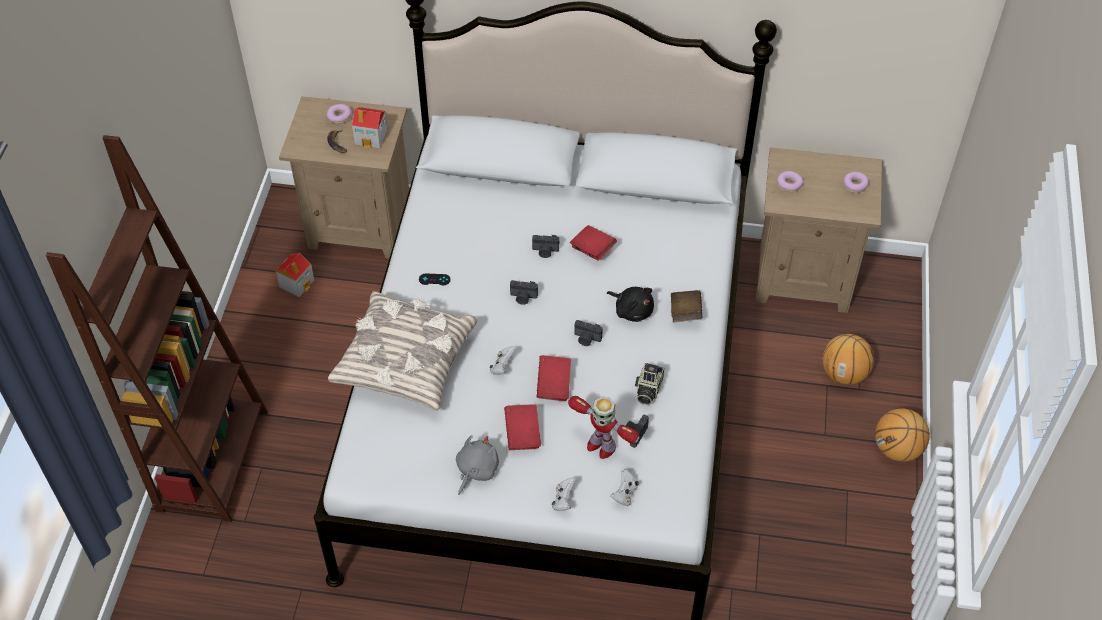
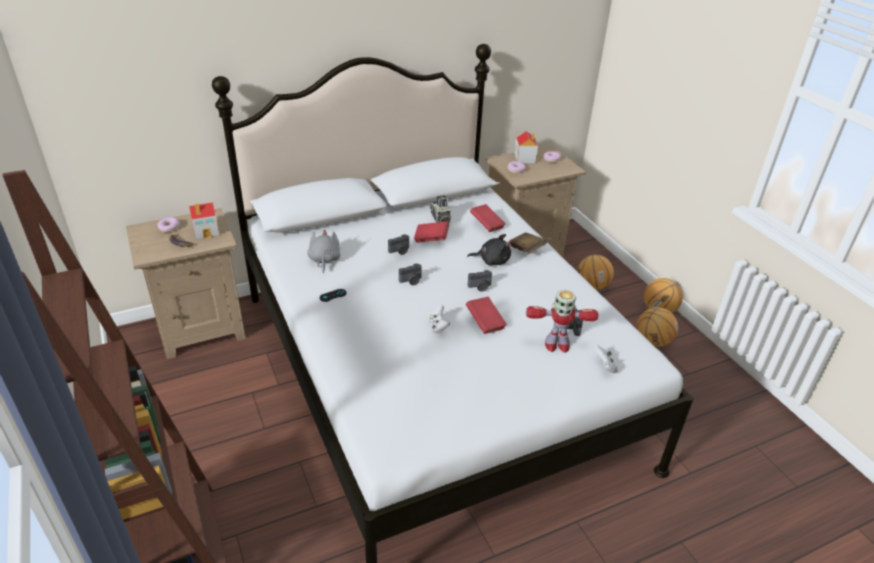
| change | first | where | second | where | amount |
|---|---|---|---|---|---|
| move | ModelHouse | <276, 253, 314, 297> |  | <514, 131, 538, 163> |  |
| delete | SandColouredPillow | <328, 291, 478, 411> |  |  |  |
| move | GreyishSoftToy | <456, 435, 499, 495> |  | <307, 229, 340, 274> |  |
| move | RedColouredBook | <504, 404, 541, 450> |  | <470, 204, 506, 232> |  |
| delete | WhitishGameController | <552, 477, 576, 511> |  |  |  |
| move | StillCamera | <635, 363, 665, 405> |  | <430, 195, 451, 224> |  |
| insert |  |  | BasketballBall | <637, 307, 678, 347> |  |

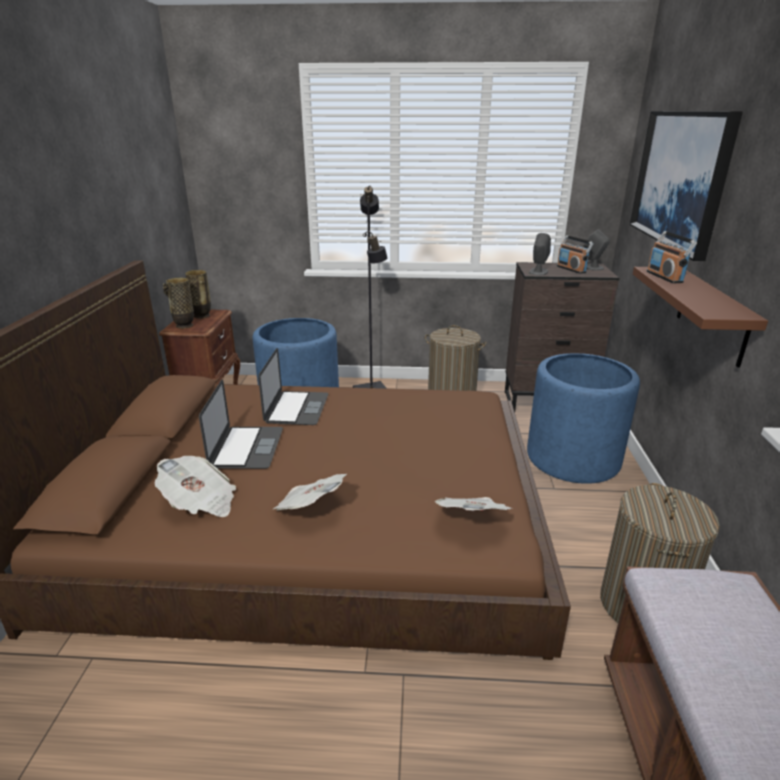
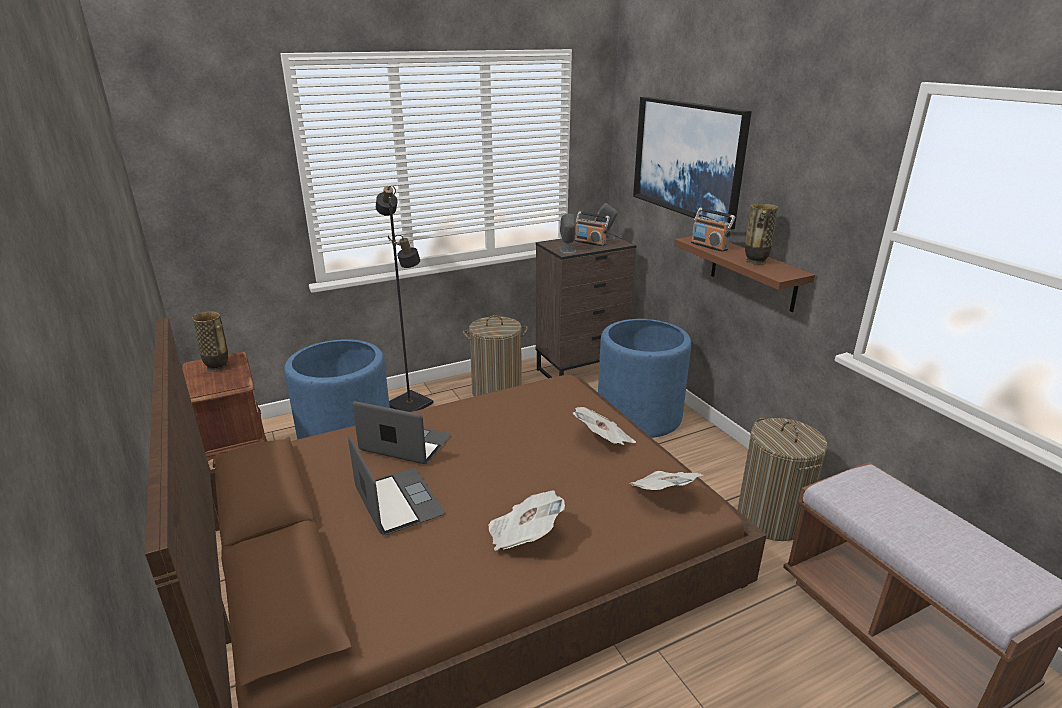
| change | first | where | second | where | amount |
|---|---|---|---|---|---|
| move | DailyPaper | <154, 456, 236, 517> |  | <573, 407, 636, 445> |  |
| move | Vase | <163, 278, 194, 329> |  | <745, 204, 778, 265> |  |
| rotate | PortableComputer | <258, 348, 328, 425> |  | <352, 401, 451, 464> | 45 degrees counterclockwise |

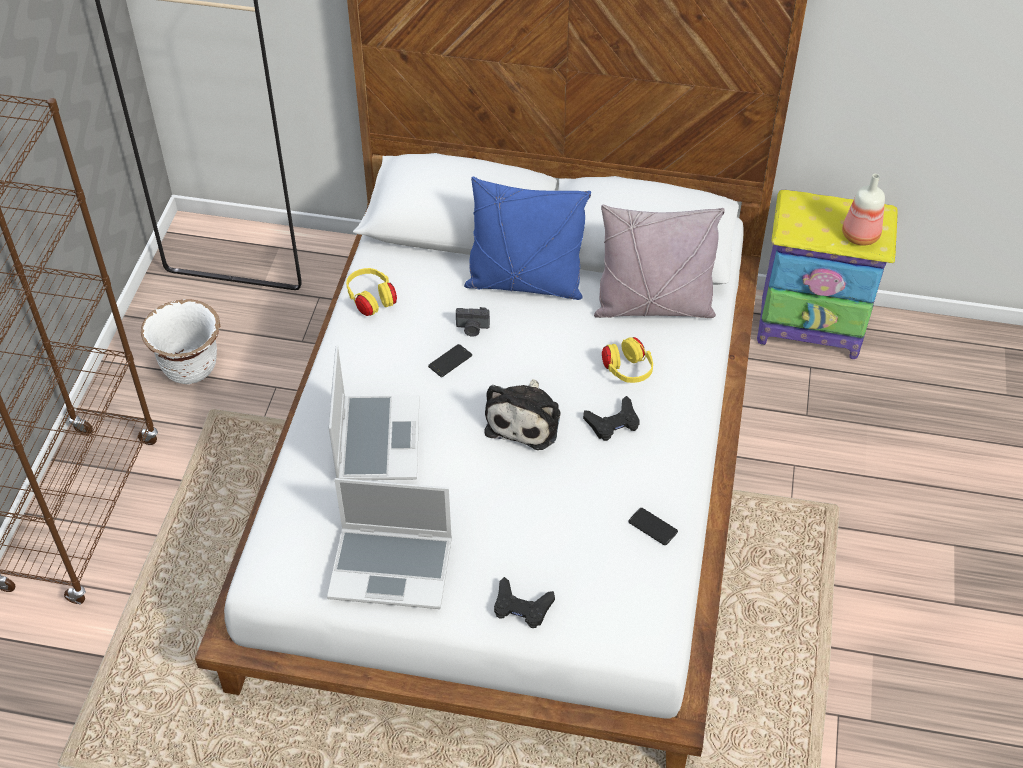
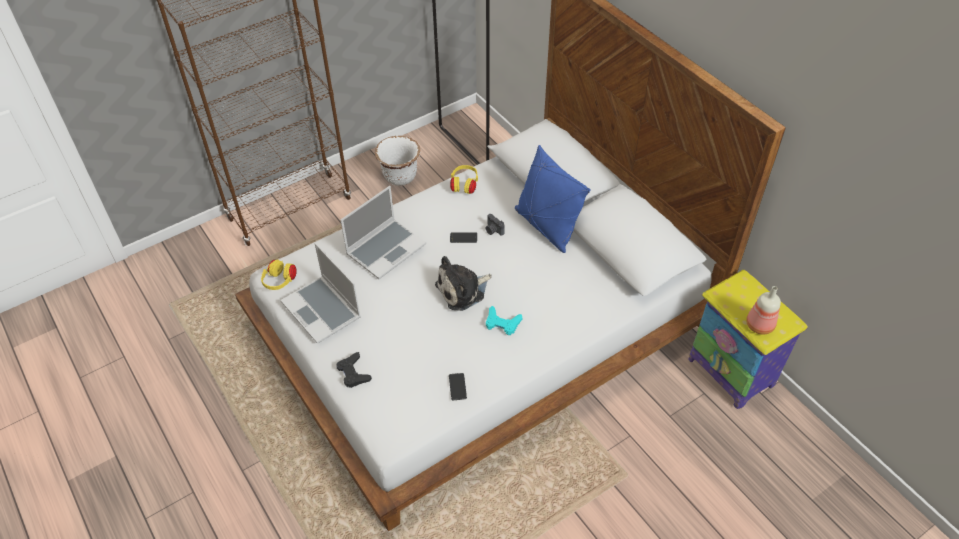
| change | first | where | second | where | amount |
|---|---|---|---|---|---|
| recolor | BlackishGameController | <583, 396, 640, 441> | BlueGreenGameController | <486, 306, 522, 335> |  |
| delete | PurplishPillow | <594, 205, 725, 318> |  |  |  |
| move | YellowColouredHeadphones | <602, 337, 653, 383> |  | <261, 260, 297, 290> |  |

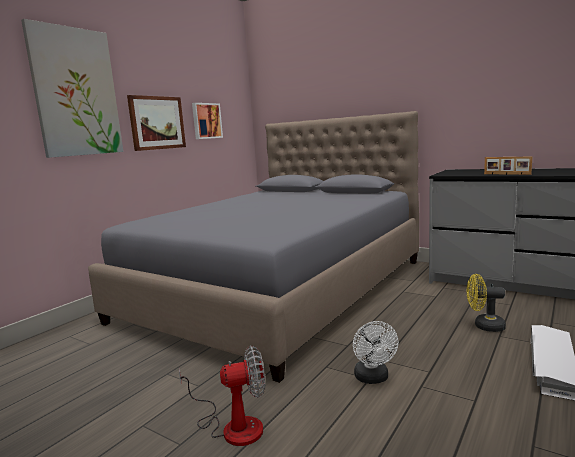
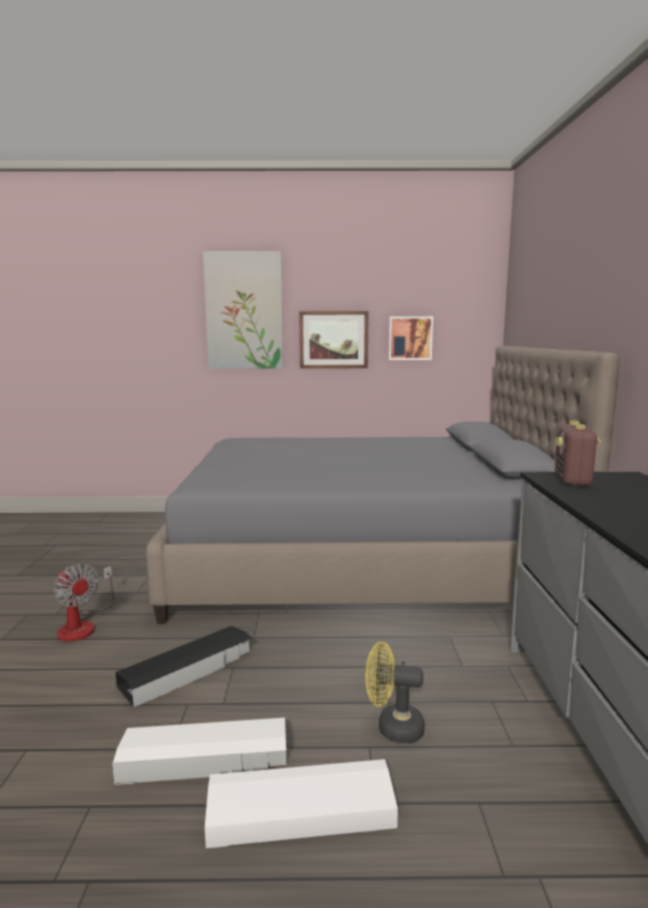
| change | first | where | second | where | amount |
|---|---|---|---|---|---|
| replace | WhitishCoolingFan | <353, 321, 399, 384> | BlackishStorageBin | <115, 626, 252, 708> |  |
| rotate | YellowColouredCoolingFan | <467, 274, 506, 332> |  | <365, 642, 425, 743> | 60 degrees counterclockwise |
| delete | PictureFrame | <484, 157, 532, 175> |  |  |  |
| insert |  |  | WhitishStorageBin | <112, 718, 286, 785> |  |
| insert |  |  | Radio | <554, 420, 601, 486> |  |

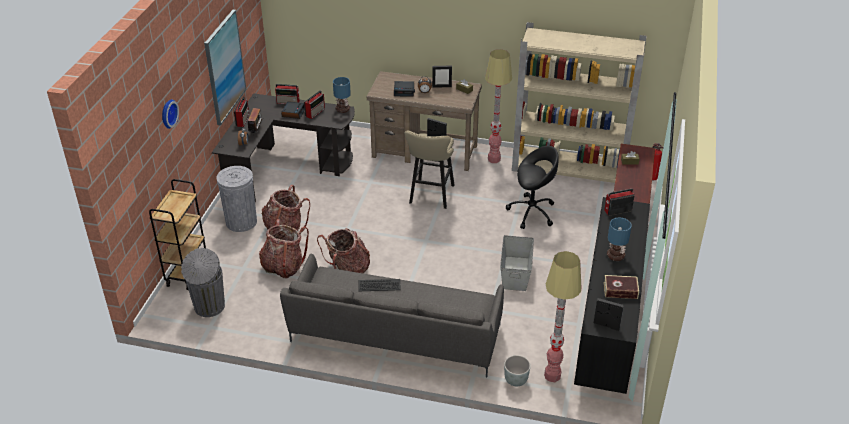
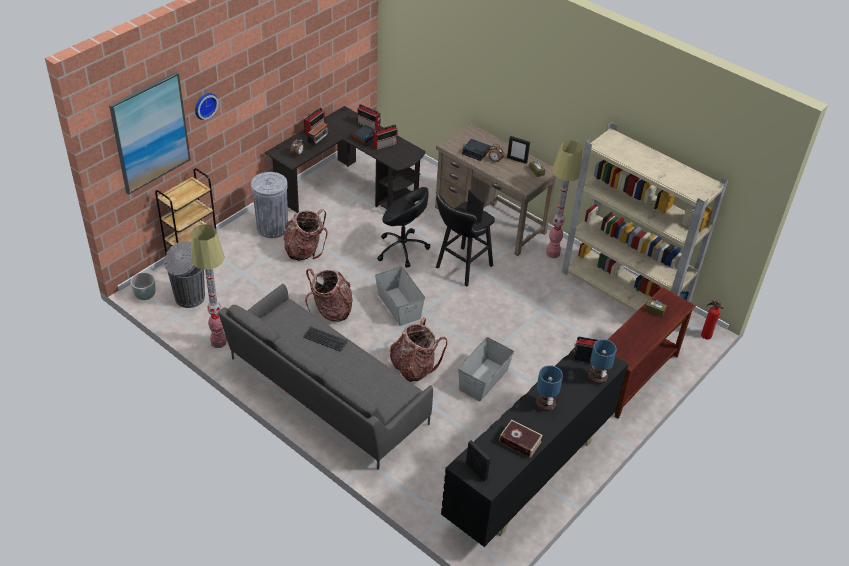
| change | first | where | second | where | amount |
|---|---|---|---|---|---|
| move | WallArt | <204, 10, 246, 125> |  | <109, 72, 191, 195> |  |
| move | Knapsack | <259, 219, 309, 279> |  | <390, 318, 447, 382> |  |
| move | TableLamp | <333, 77, 351, 113> |  | <588, 339, 617, 384> |  |
| recolor | SandColouredSittingStool | <405, 130, 455, 209> | BlackishSittingStool | <436, 195, 495, 287> |  |
| move | GreyishPlanter | <504, 355, 531, 386> |  | <130, 272, 156, 300> |  |
| move | BlackishComputerChair | <506, 146, 559, 229> |  | <377, 187, 430, 268> |  |
| move | FloorLamp | <544, 251, 581, 382> |  | <191, 224, 227, 348> |  |
| insert |  |  | GreyishStorageBin | <375, 266, 425, 326> |  |

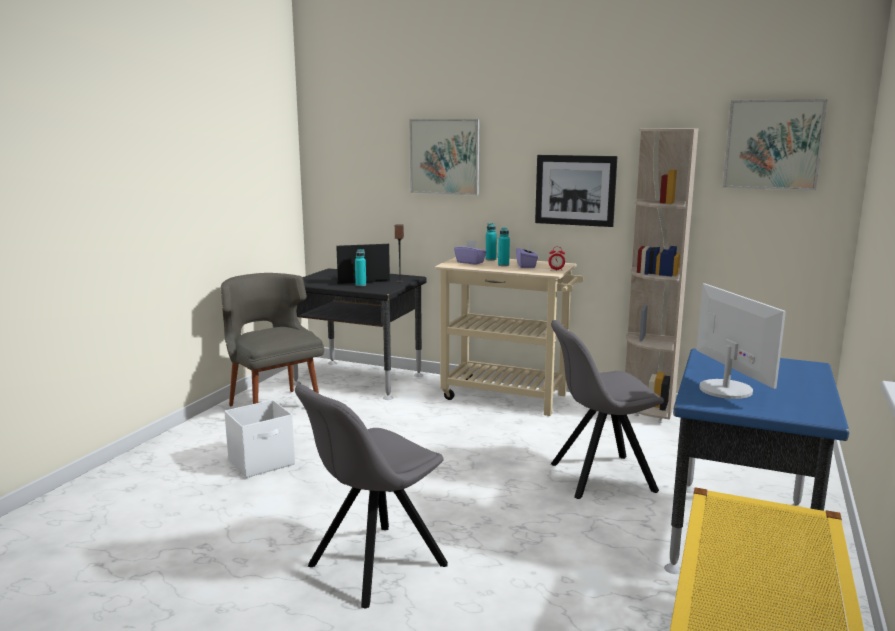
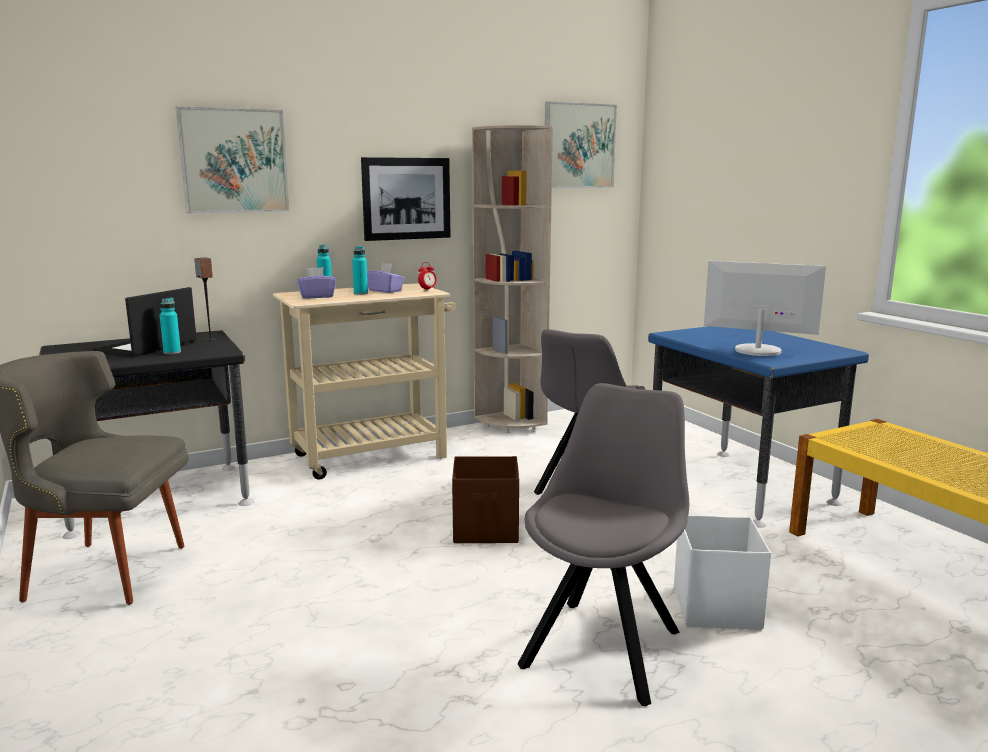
| change | first | where | second | where | amount |
|---|---|---|---|---|---|
| move | WhitishStorageBin | <224, 400, 295, 478> |  | <674, 515, 771, 630> |  |
| rotate | GreyishPlainChair | <295, 384, 448, 608> |  | <518, 383, 689, 706> | 150 degrees counterclockwise |
| insert |  |  | BrownStorageBin | <452, 456, 519, 543> |  |

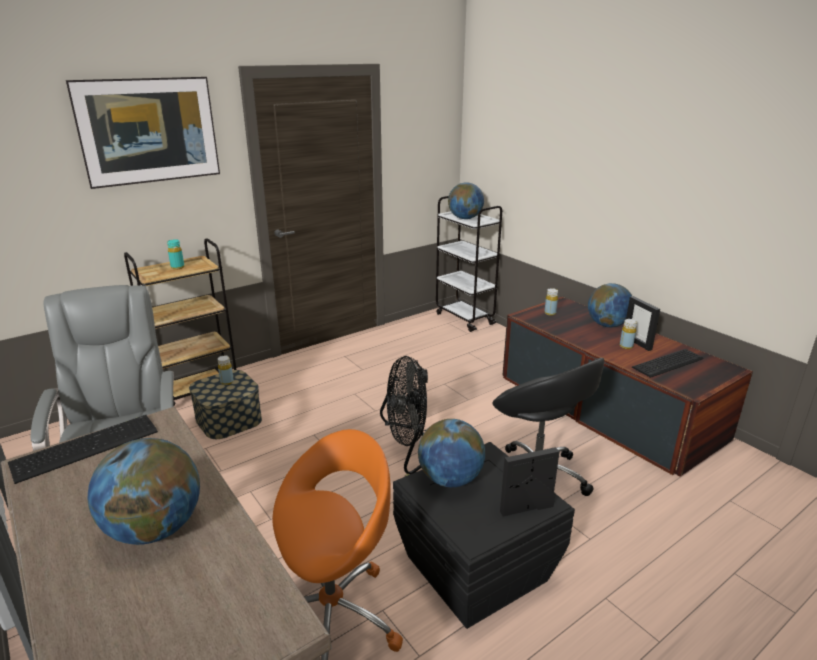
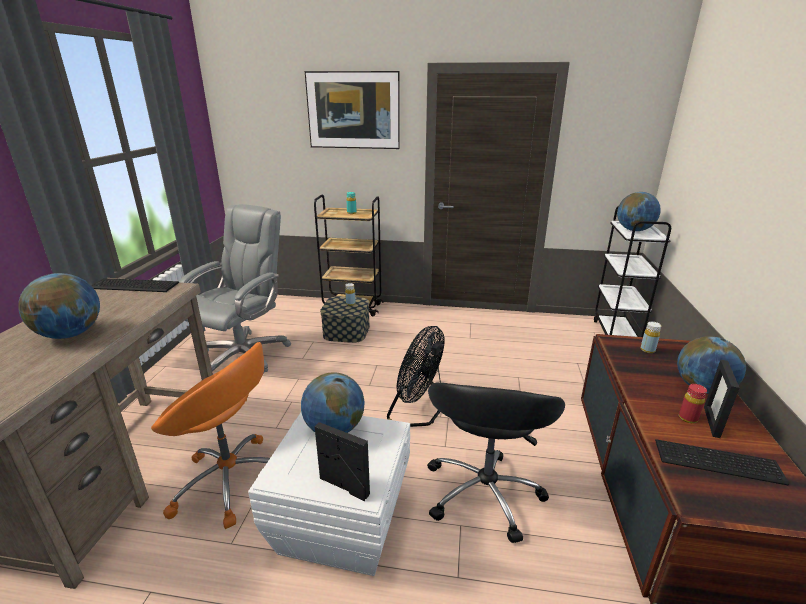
| change | first | where | second | where | amount |
|---|---|---|---|---|---|
| recolor | BlackishStorageBin | <393, 442, 575, 629> | WhitishStorageBin | <248, 412, 410, 576> |  |
| recolor | YellowColouredDrinkBottle | <620, 319, 637, 349> | RedColouredDrinkBottle | <679, 384, 707, 423> |  |

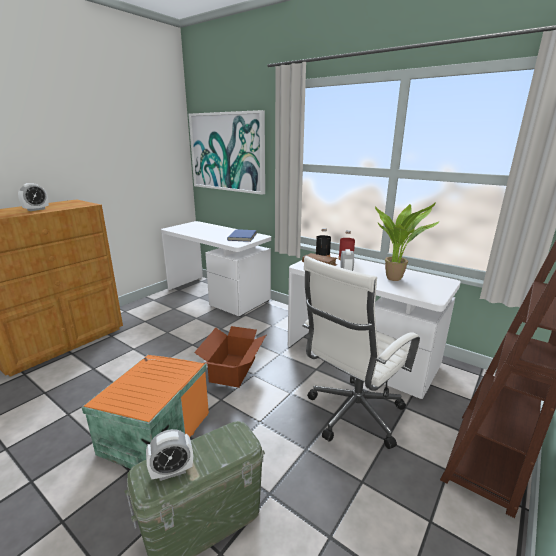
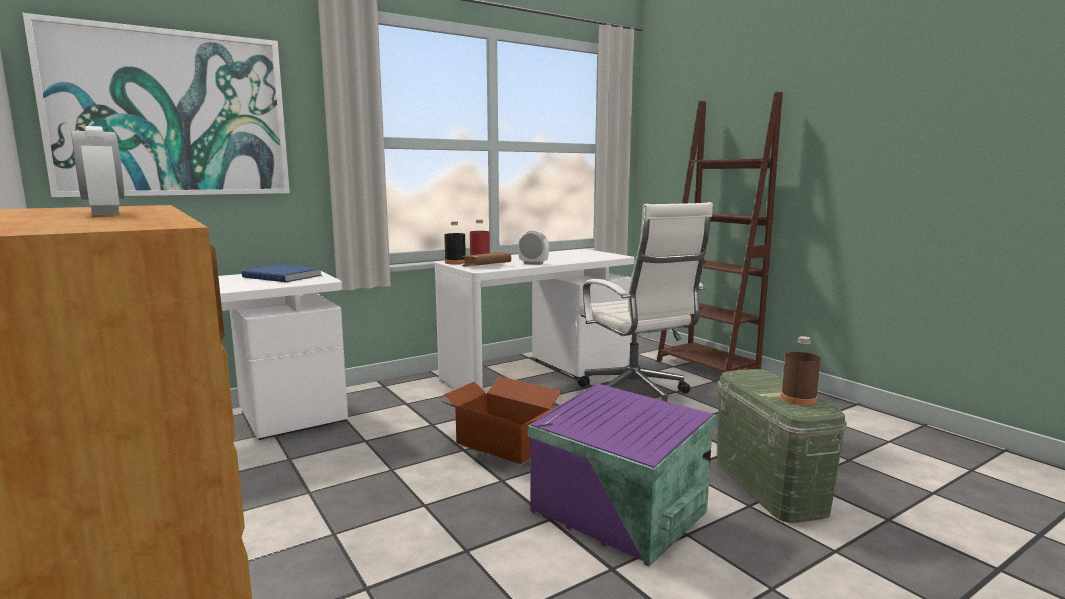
| change | first | where | second | where | amount |
|---|---|---|---|---|---|
| recolor | OrangeyStorageBin | <82, 355, 209, 469> | PurplishStorageBin | <528, 384, 716, 567> |  |
| replace | BedsideClock | <146, 429, 193, 481> | BrownDrinkBottle | <781, 336, 821, 406> |  |
| delete | PlantInAPot | <375, 202, 439, 281> |  |  |  |

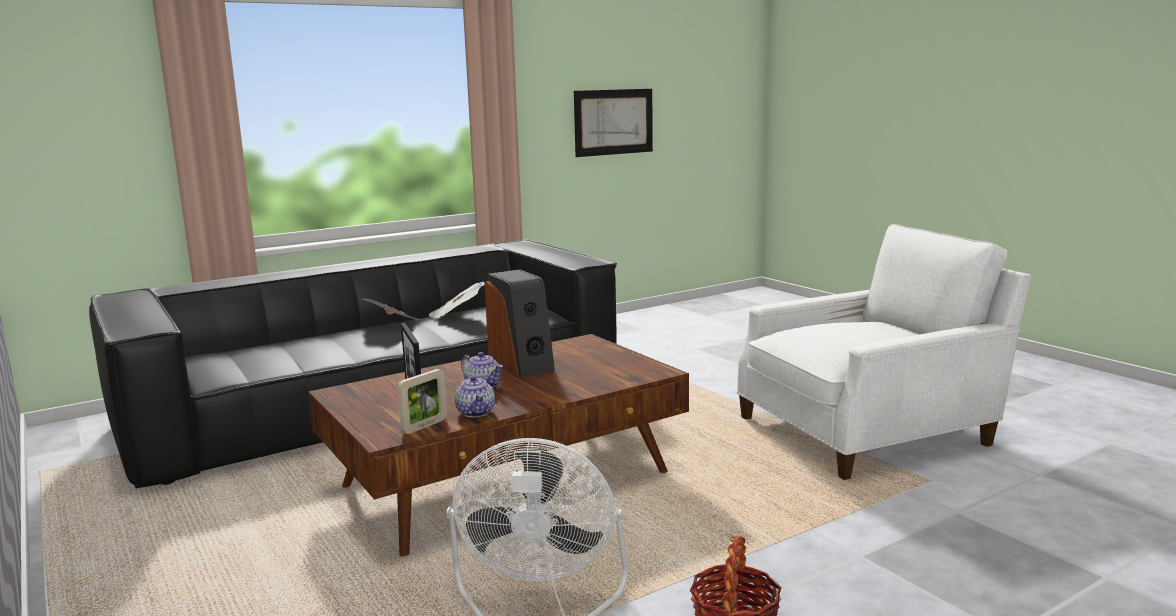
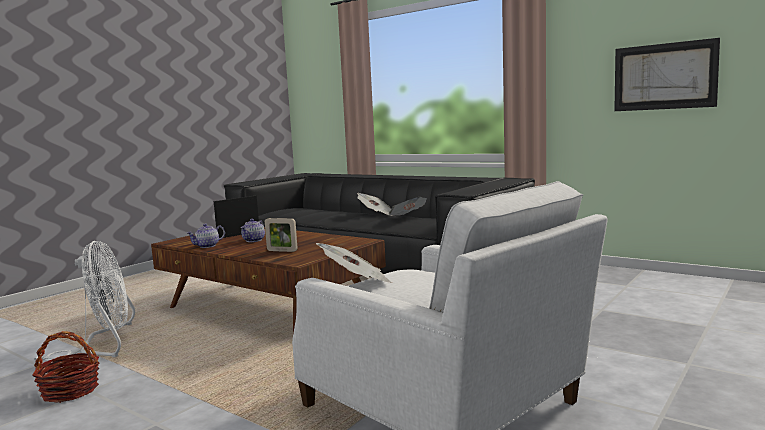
| change | first | where | second | where | amount |
|---|---|---|---|---|---|
| move | PictureFrame | <397, 369, 447, 434> |  | <265, 218, 297, 252> |  |
| delete | Loudspeaker | <485, 269, 555, 377> |  |  |  |
| insert |  |  | DailyPaper | <316, 243, 392, 283> |  |

